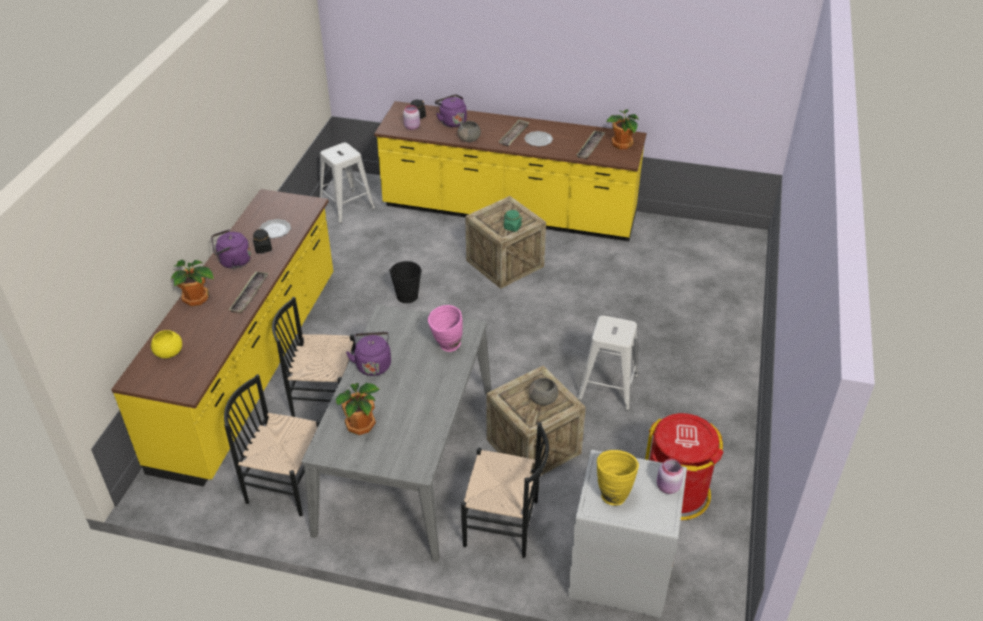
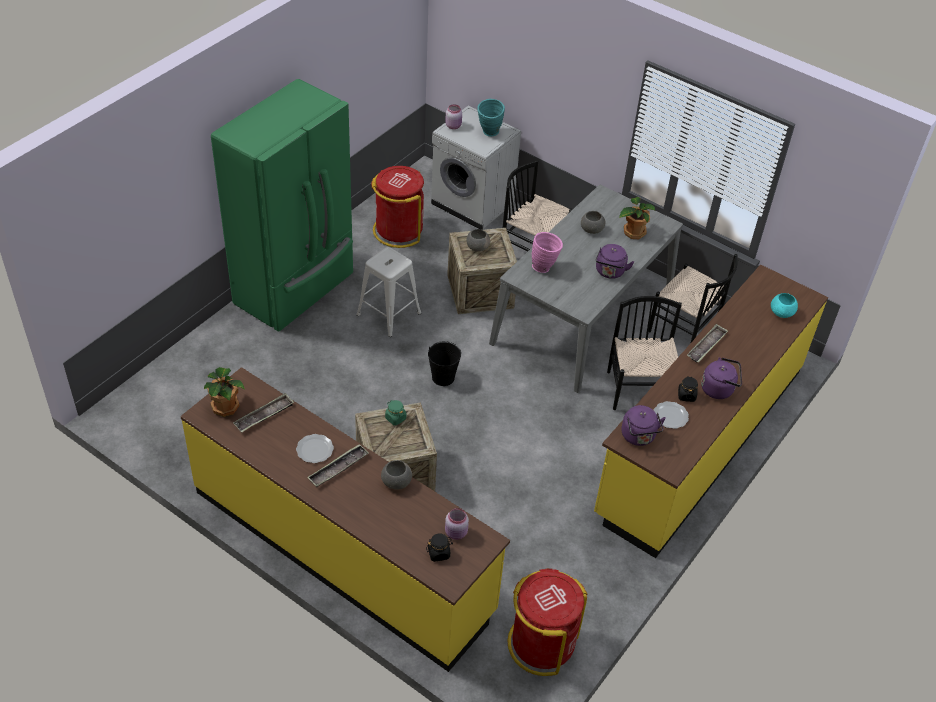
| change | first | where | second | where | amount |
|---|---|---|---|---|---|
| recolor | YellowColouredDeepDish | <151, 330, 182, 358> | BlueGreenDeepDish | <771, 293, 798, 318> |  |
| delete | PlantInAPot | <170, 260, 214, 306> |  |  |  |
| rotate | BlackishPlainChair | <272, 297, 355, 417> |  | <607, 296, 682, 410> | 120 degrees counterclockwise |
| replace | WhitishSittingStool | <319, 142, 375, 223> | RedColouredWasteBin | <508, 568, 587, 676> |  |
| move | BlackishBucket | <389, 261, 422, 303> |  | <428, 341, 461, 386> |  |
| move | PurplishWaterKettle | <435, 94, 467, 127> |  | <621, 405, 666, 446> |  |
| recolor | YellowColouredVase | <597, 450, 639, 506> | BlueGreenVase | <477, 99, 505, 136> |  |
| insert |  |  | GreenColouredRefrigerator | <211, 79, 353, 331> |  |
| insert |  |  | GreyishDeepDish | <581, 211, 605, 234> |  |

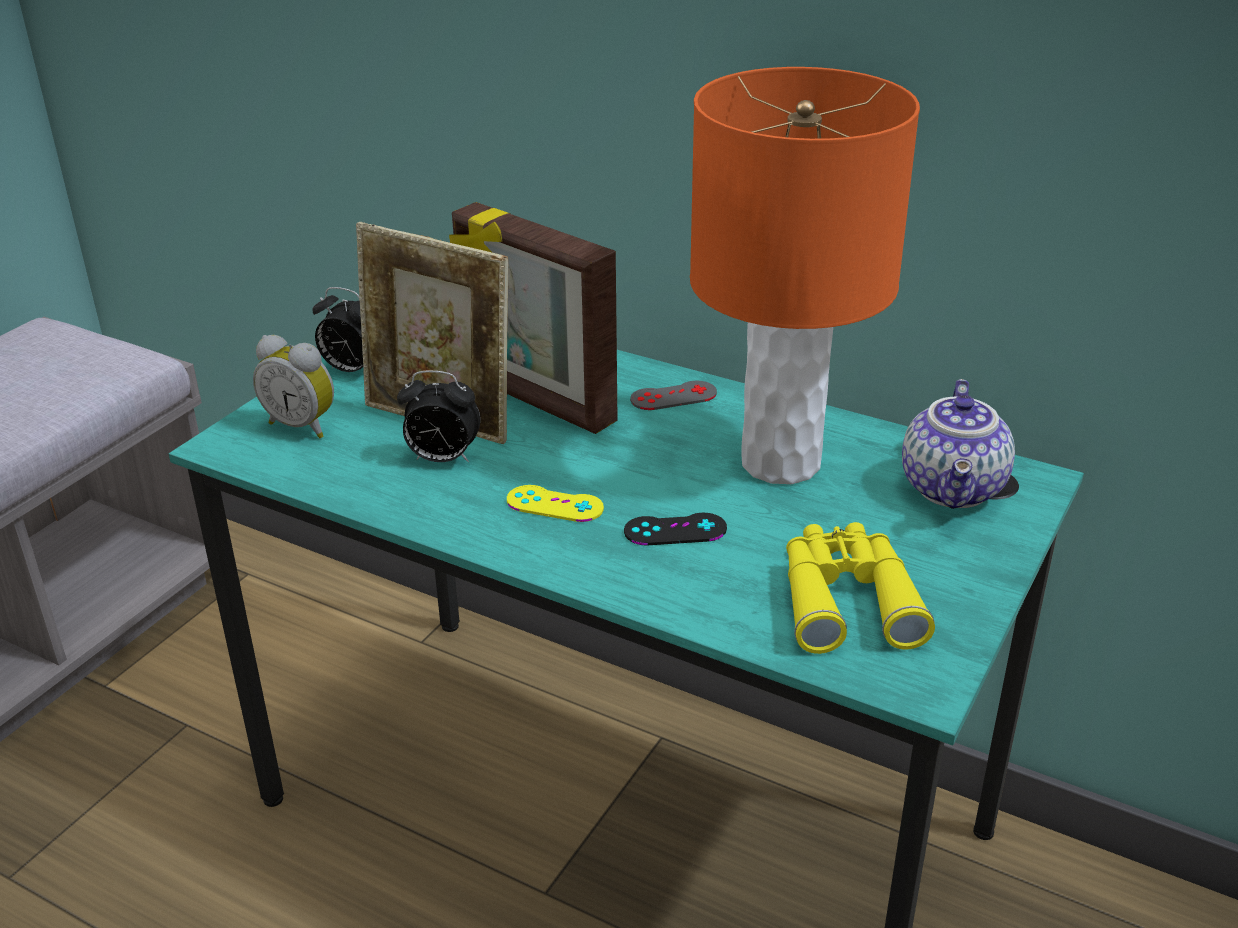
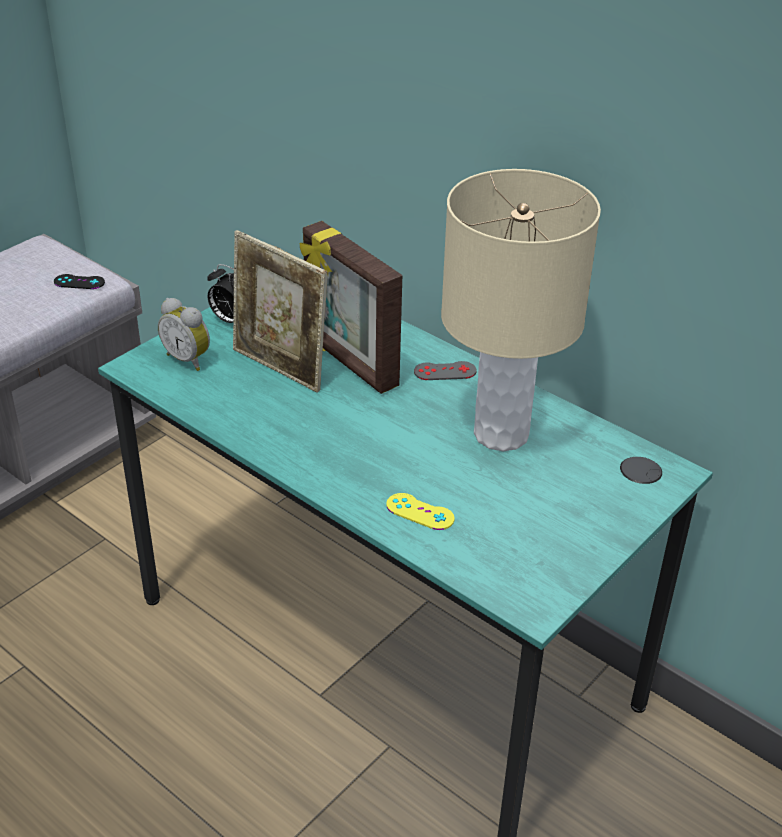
| change | first | where | second | where | amount |
|---|---|---|---|---|---|
| delete | BedsideClock | <397, 370, 481, 462> |  |  |  |
| move | YellowColouredGameController | <507, 485, 604, 522> |  | <386, 493, 455, 530> |  |
| move | BlackishGameController | <624, 513, 727, 545> |  | <54, 274, 105, 289> |  |
| recolor | OrangeyTableLamp | <690, 67, 920, 484> | SandColouredTableLamp | <441, 169, 601, 451> |  |
| delete | YellowColouredFieldGlasses | <786, 522, 935, 654> |  |  |  |
| delete | PotForTea | <902, 379, 1015, 509> |  |  |  |

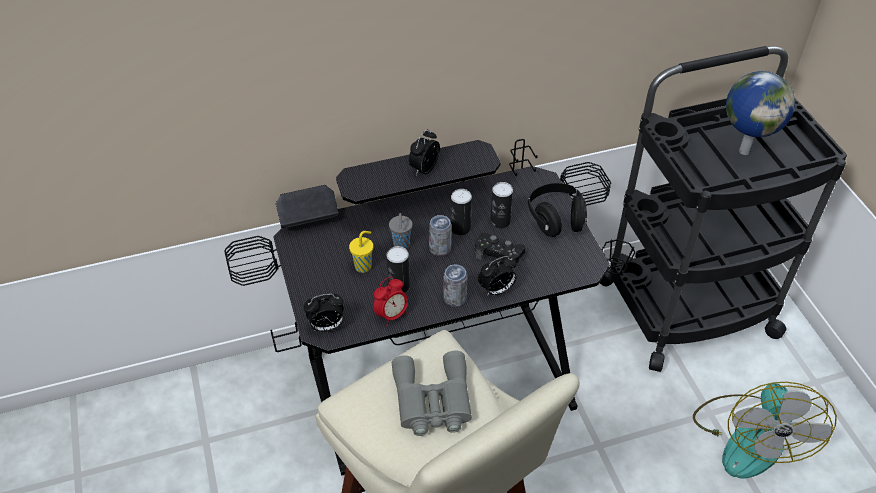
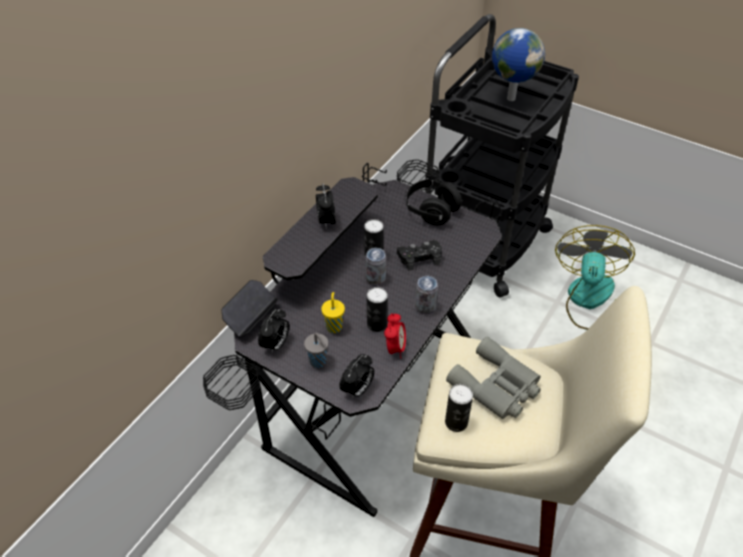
| change | first | where | second | where | amount |
|---|---|---|---|---|---|
| move | GreyishDrinkingCup | <389, 213, 413, 249> |  | <304, 333, 328, 368> |  |
| move | BedsideClock | <478, 256, 517, 296> |  | <258, 309, 289, 353> |  |
| move | SealedCan | <490, 182, 513, 229> |  | <445, 384, 473, 432> |  |
| rotate | CoolingFan | <693, 382, 837, 479> |  | <555, 225, 635, 330> | 135 degrees counterclockwise |

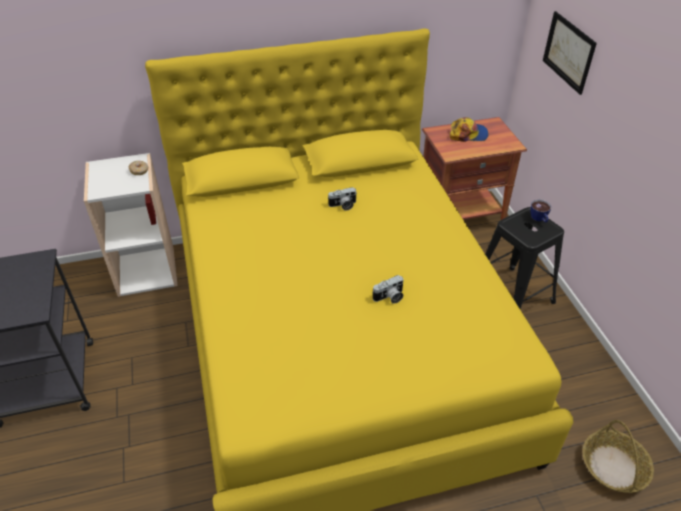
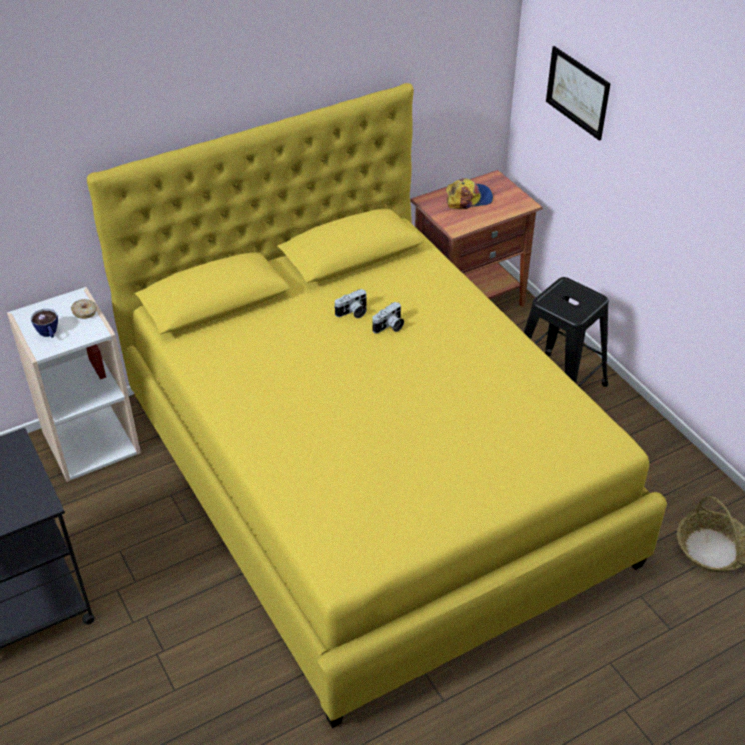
| change | first | where | second | where | amount |
|---|---|---|---|---|---|
| move | StillCamera | <373, 275, 404, 304> |  | <372, 302, 404, 333> |  |
| move | DrinkingCup | <531, 200, 551, 223> |  | <31, 309, 58, 338> |  |

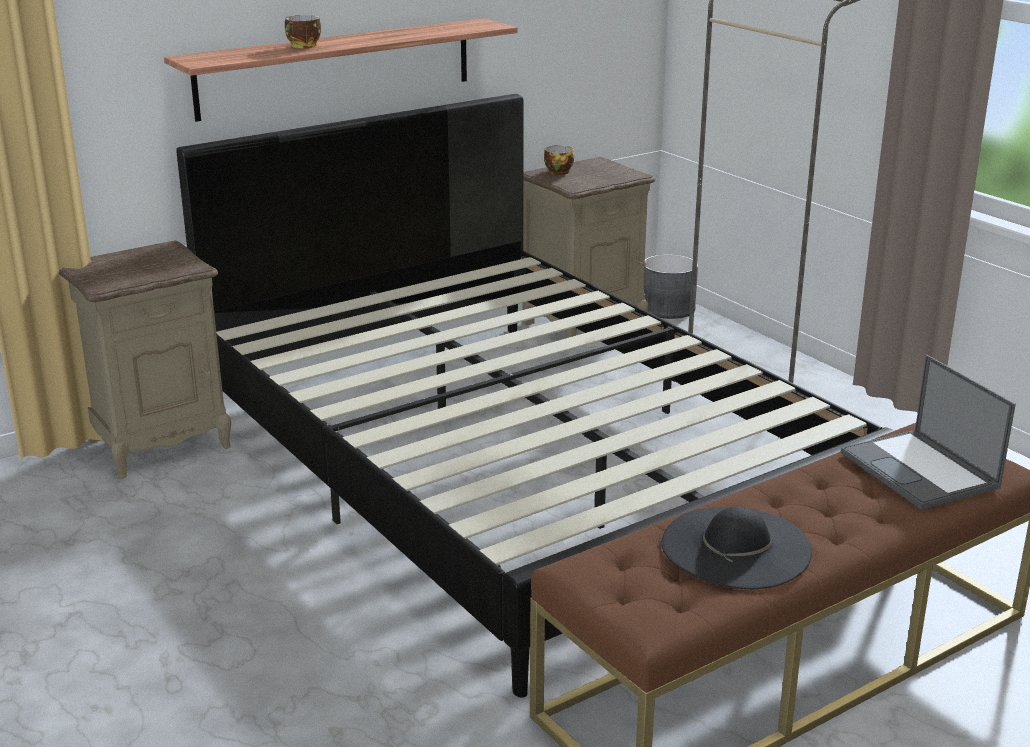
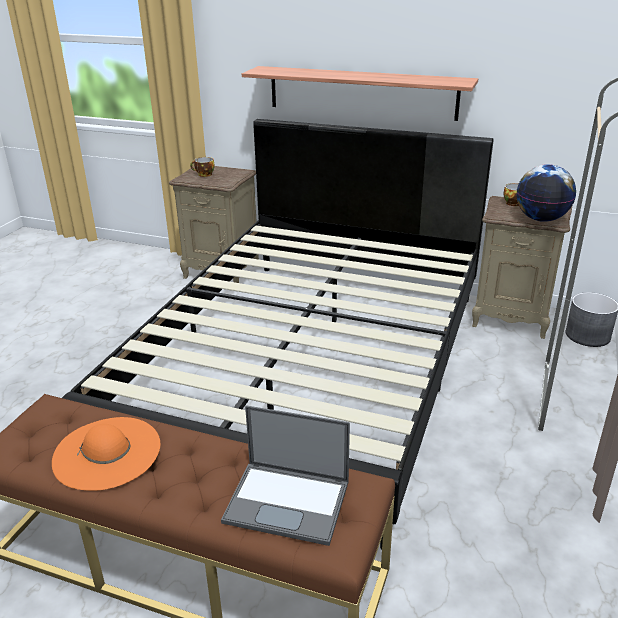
| change | first | where | second | where | amount |
|---|---|---|---|---|---|
| move | DrinkingCup | <285, 15, 321, 48> |  | <190, 157, 215, 177> |  |
| recolor | BlackishClothingHat | <662, 507, 812, 589> | OrangeyClothingHat | <52, 417, 160, 491> |  |
| rotate | PortableComputer | <841, 355, 1016, 510> |  | <221, 405, 350, 546> | 105 degrees counterclockwise |
| insert |  |  | DeskGlobe | <516, 164, 576, 222> |  |

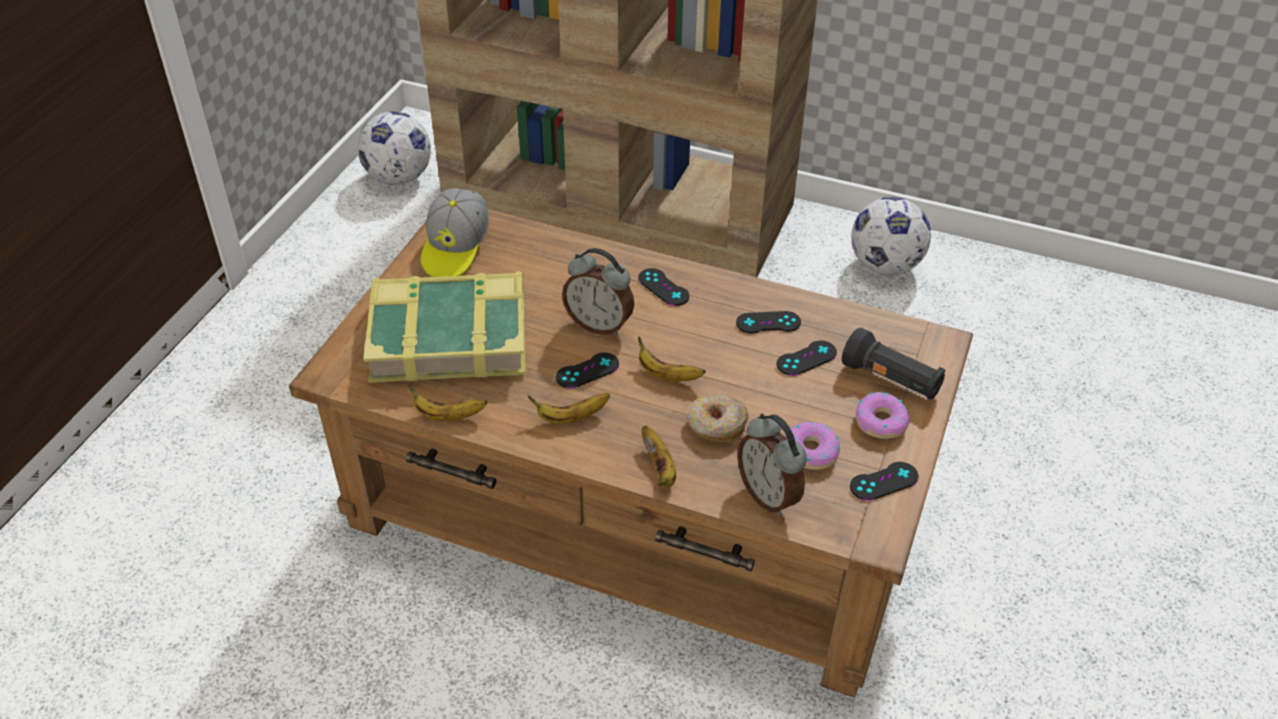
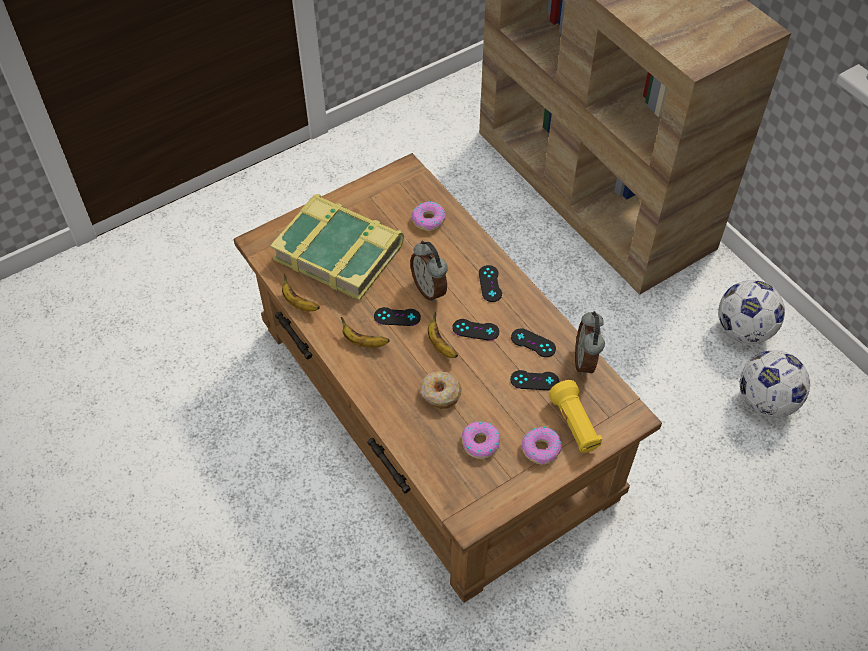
| change | first | where | second | where | amount |
|---|---|---|---|---|---|
| move | FootballBall | <357, 111, 431, 185> |  | <740, 350, 810, 417> |  |
| delete | BaseballCap | <421, 188, 489, 277> |  |  |  |
| delete | Banana | <642, 425, 676, 487> |  |  |  |
| move | BedsideClock | <737, 413, 807, 516> |  | <575, 311, 605, 375> |  |
| recolor | BlackishTorch | <842, 327, 945, 400> | YellowColouredTorch | <549, 380, 602, 453> |  |
| move | BlackishGameController | <850, 462, 919, 501> |  | <452, 319, 499, 341> |  |
| insert |  |  | Doughnut | <411, 201, 445, 231> |  |

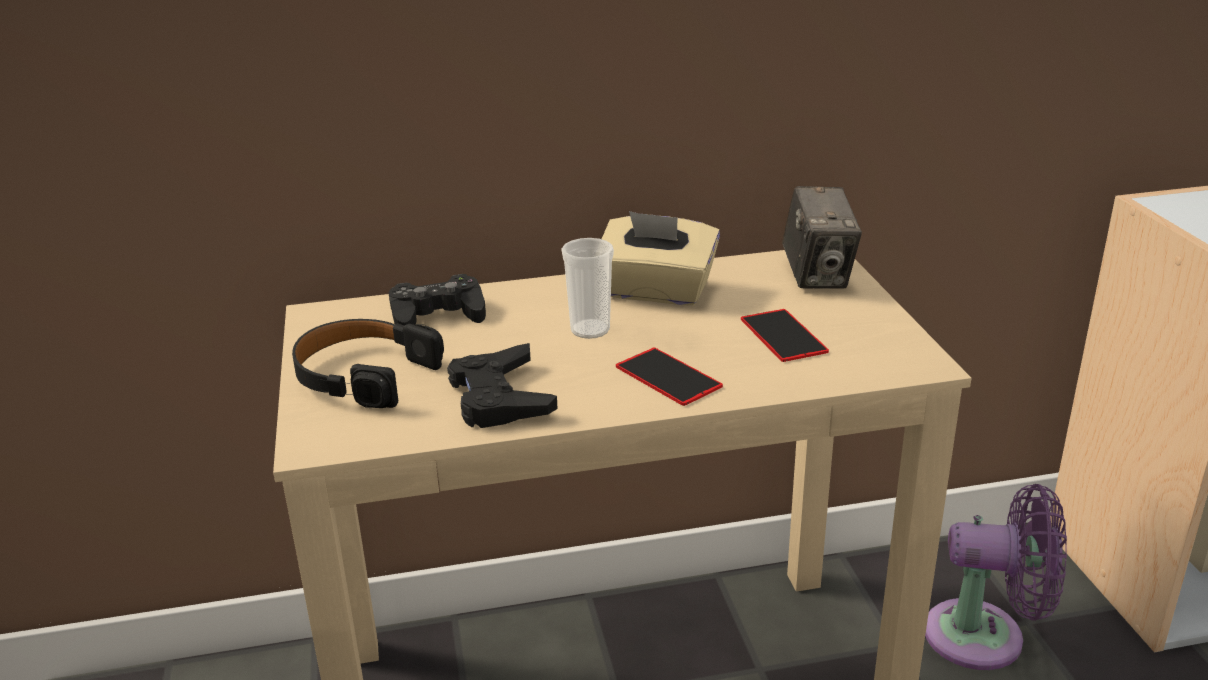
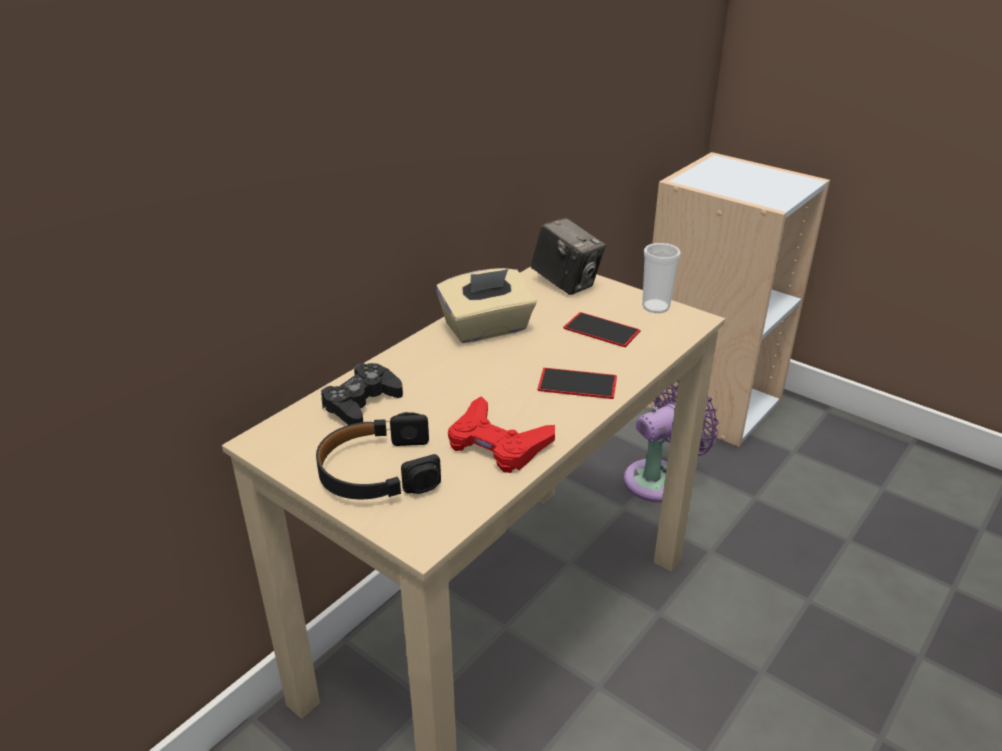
| change | first | where | second | where | amount |
|---|---|---|---|---|---|
| recolor | BlackishGameController | <447, 343, 558, 428> | RedColouredGameController | <448, 396, 555, 473> |  |
| move | DrinkingCup | <561, 238, 614, 339> |  | <642, 243, 681, 313> |  |

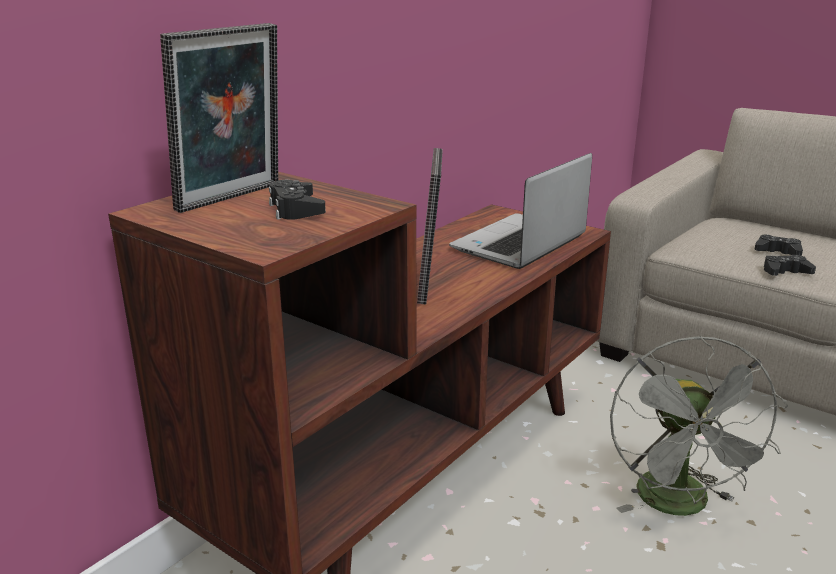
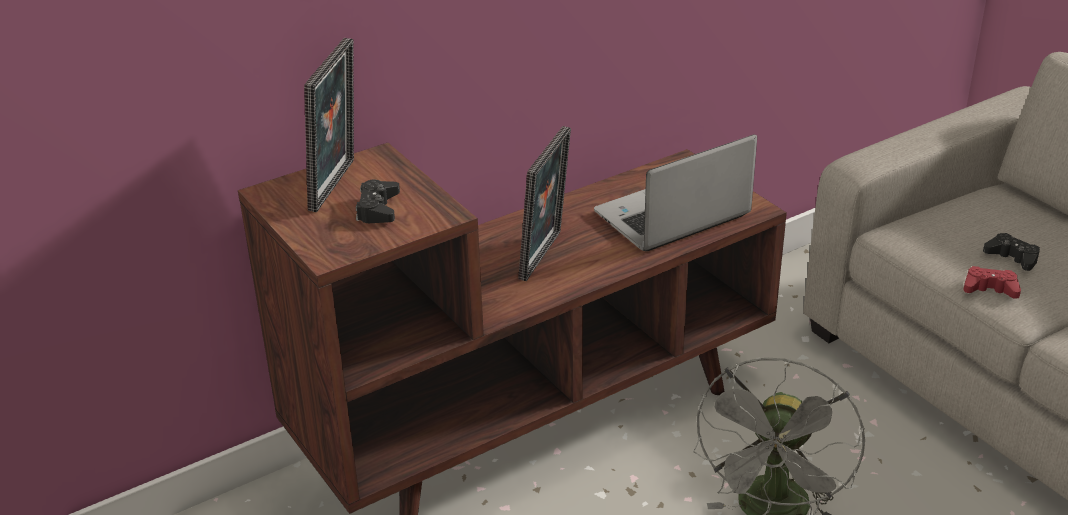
| change | first | where | second | where | amount |
|---|---|---|---|---|---|
| rotate | PictureFrame | <160, 23, 278, 213> |  | <304, 37, 354, 212> | 45 degrees counterclockwise |
| recolor | BlackishGameController | <764, 255, 816, 276> | RedColouredGameController | <963, 266, 1021, 299> |  |

